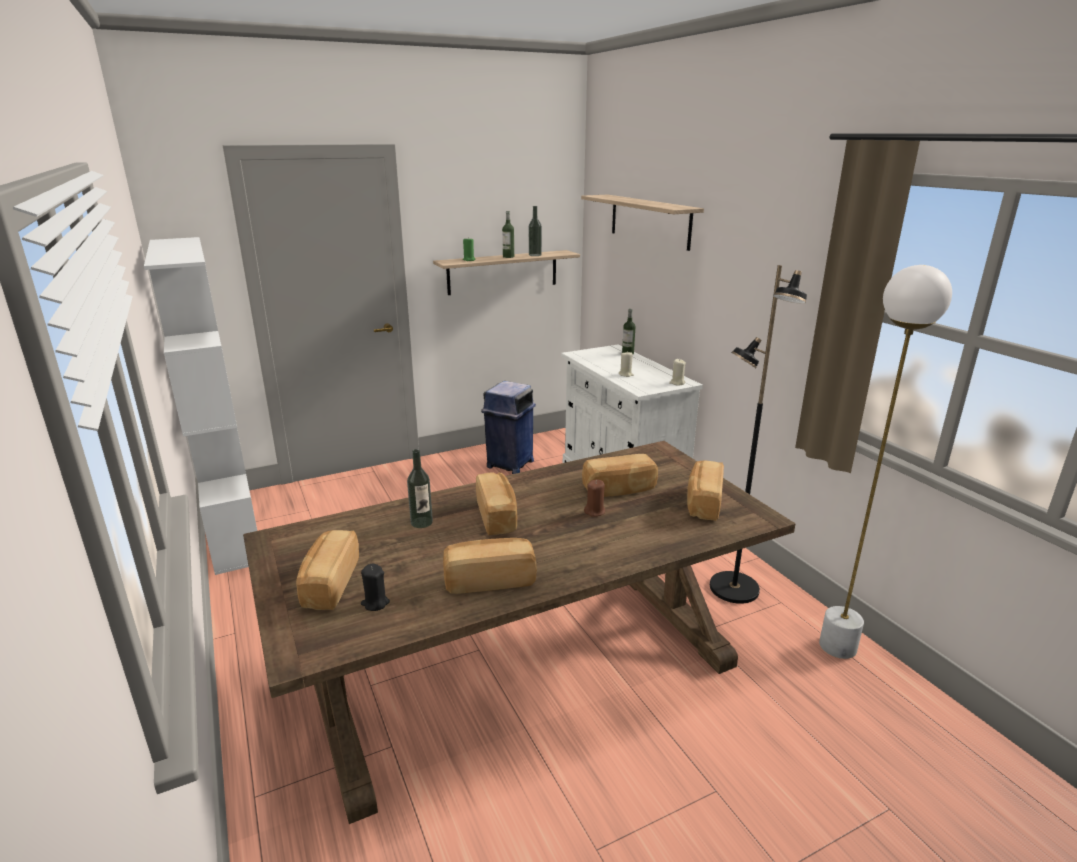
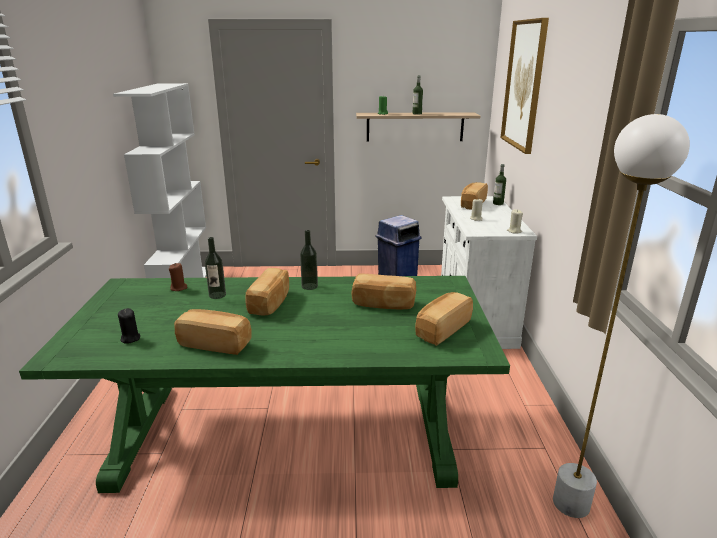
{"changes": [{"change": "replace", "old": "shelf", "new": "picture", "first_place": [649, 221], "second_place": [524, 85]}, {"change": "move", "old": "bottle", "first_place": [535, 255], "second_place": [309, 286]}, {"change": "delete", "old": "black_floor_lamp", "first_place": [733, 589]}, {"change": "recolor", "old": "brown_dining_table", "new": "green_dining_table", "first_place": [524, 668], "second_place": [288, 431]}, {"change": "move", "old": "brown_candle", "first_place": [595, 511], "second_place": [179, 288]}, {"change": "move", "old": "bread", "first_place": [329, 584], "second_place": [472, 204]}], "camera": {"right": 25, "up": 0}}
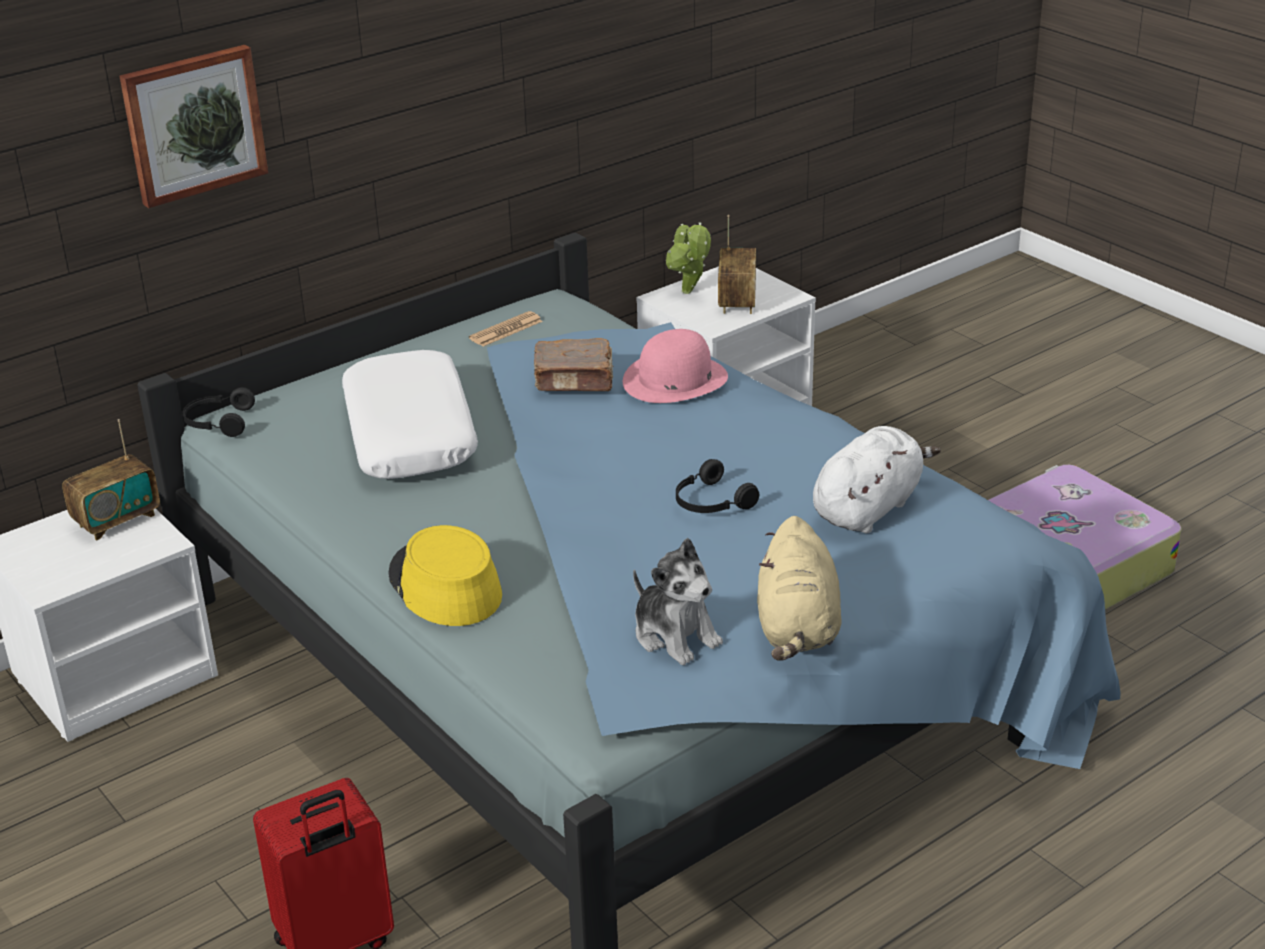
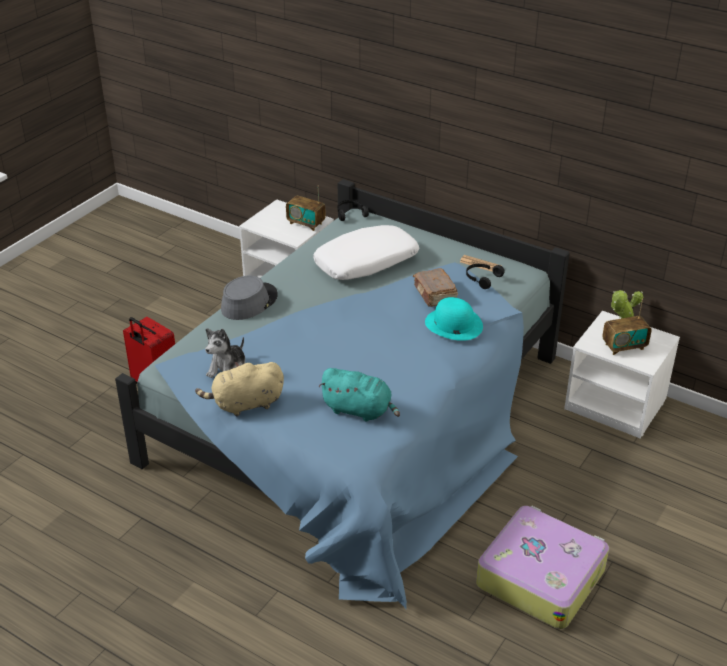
{"changes": [{"change": "delete", "old": "picture", "first_place": [193, 124]}, {"change": "recolor", "old": "pink_hat", "new": "turquoise_hat", "first_place": [675, 379], "second_place": [453, 324]}, {"change": "recolor", "old": "white_plush_toy", "new": "turquoise_plush_toy", "first_place": [868, 508], "second_place": [359, 410]}, {"change": "move", "old": "black_headphones", "first_place": [710, 502], "second_place": [482, 278]}, {"change": "recolor", "old": "yellow_hat", "new": "grey_hat", "first_place": [444, 586], "second_place": [249, 302]}], "camera": {"right": 70, "up": 5}}
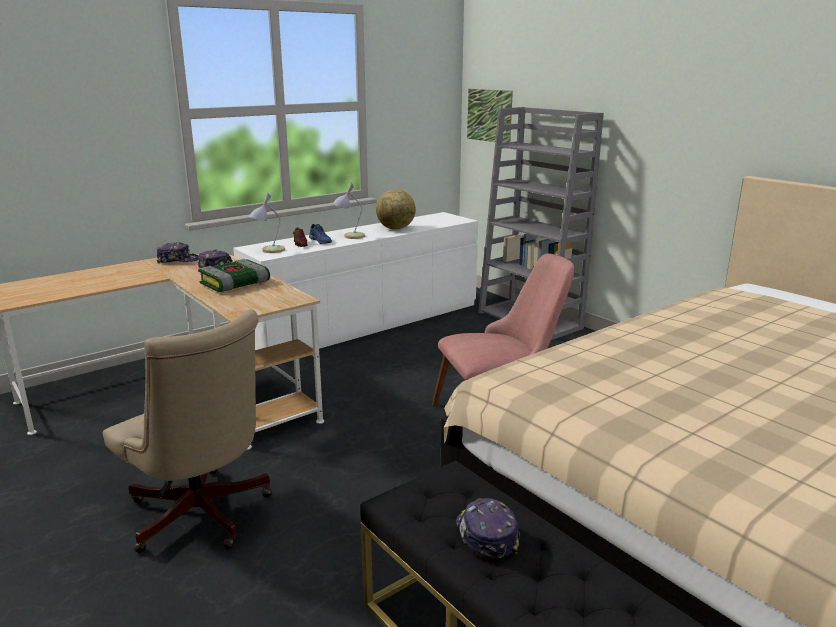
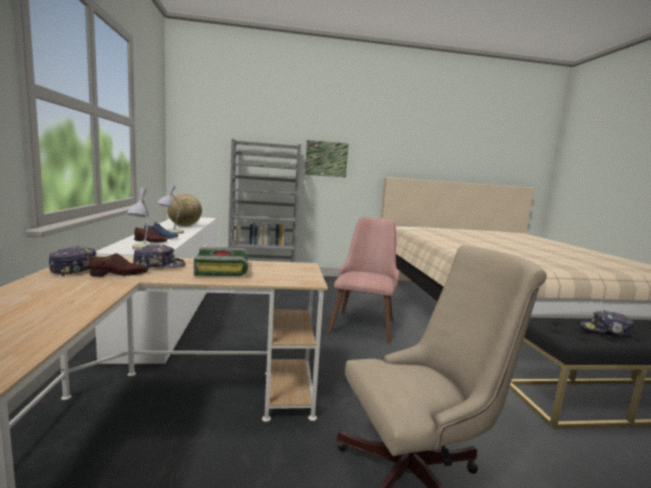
{"changes": [{"change": "move", "old": "picture", "first_place": [489, 115], "second_place": [326, 159]}, {"change": "insert", "new": "brown_shoe", "second_place": [119, 274]}], "camera": {"right": -60, "up": -10}}
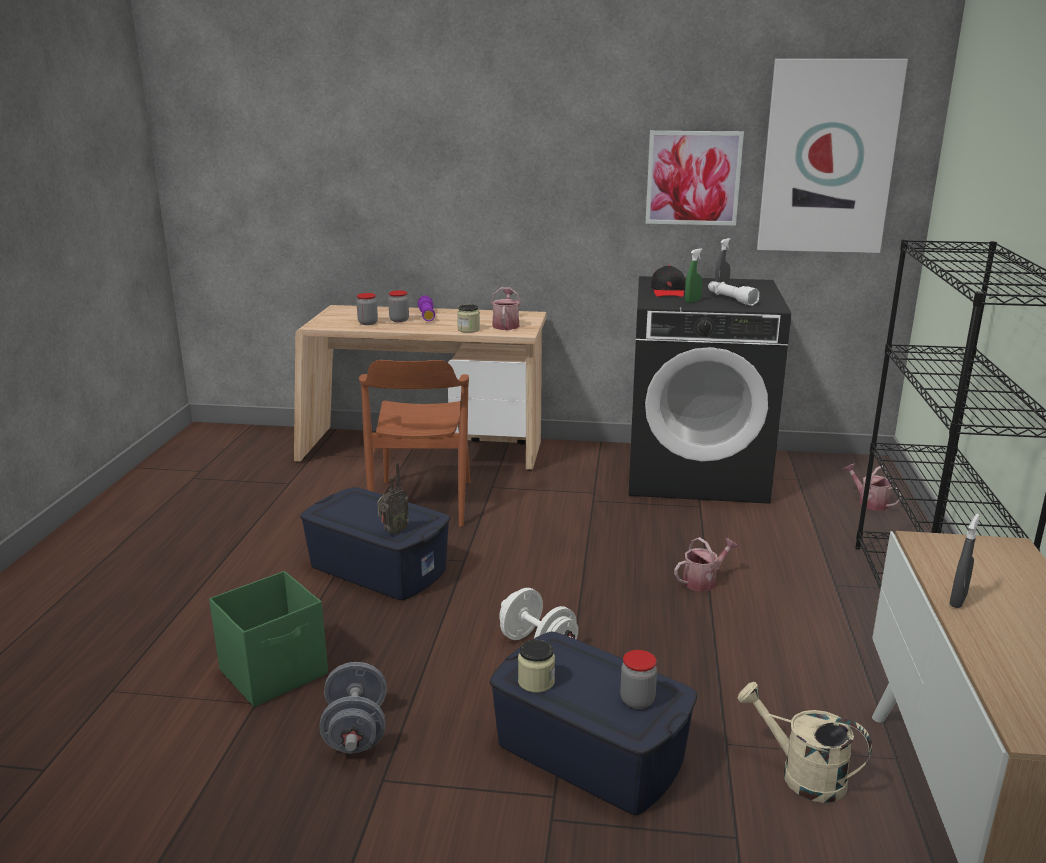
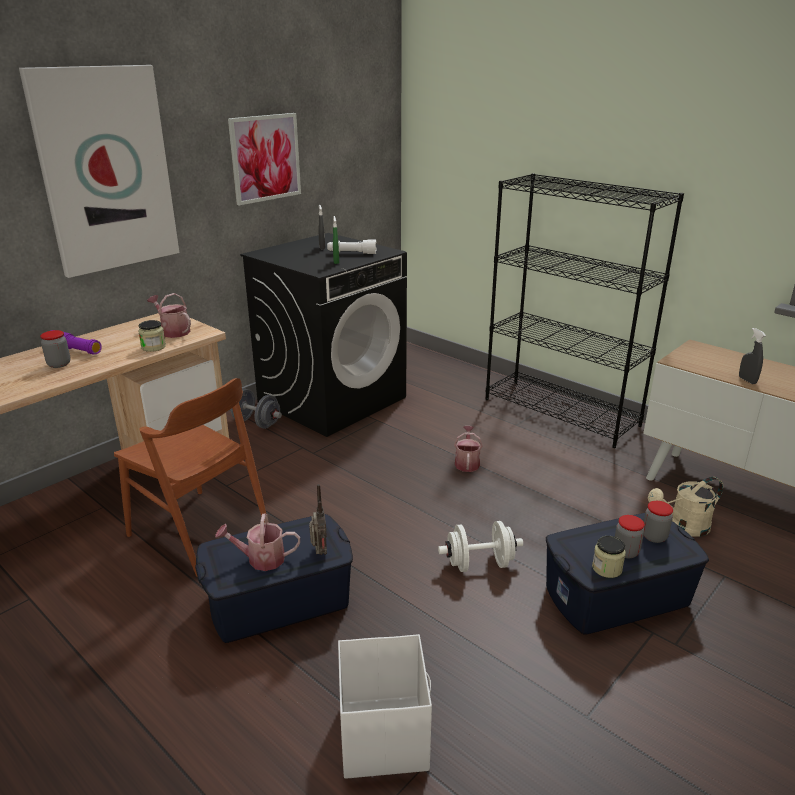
{"changes": [{"change": "move", "old": "picture", "first_place": [828, 158], "second_place": [105, 170]}, {"change": "delete", "old": "black_cap", "first_place": [668, 291]}, {"change": "move", "old": "jar", "first_place": [368, 323], "second_place": [625, 552]}, {"change": "move", "old": "watering_can", "first_place": [869, 502], "second_place": [261, 559]}, {"change": "recolor", "old": "green_storage_box", "new": "white_storage_box", "first_place": [275, 672], "second_place": [384, 734]}, {"change": "move", "old": "grey_dumbbell", "first_place": [356, 731], "second_place": [256, 423]}], "camera": {"right": -55, "up": 5}}
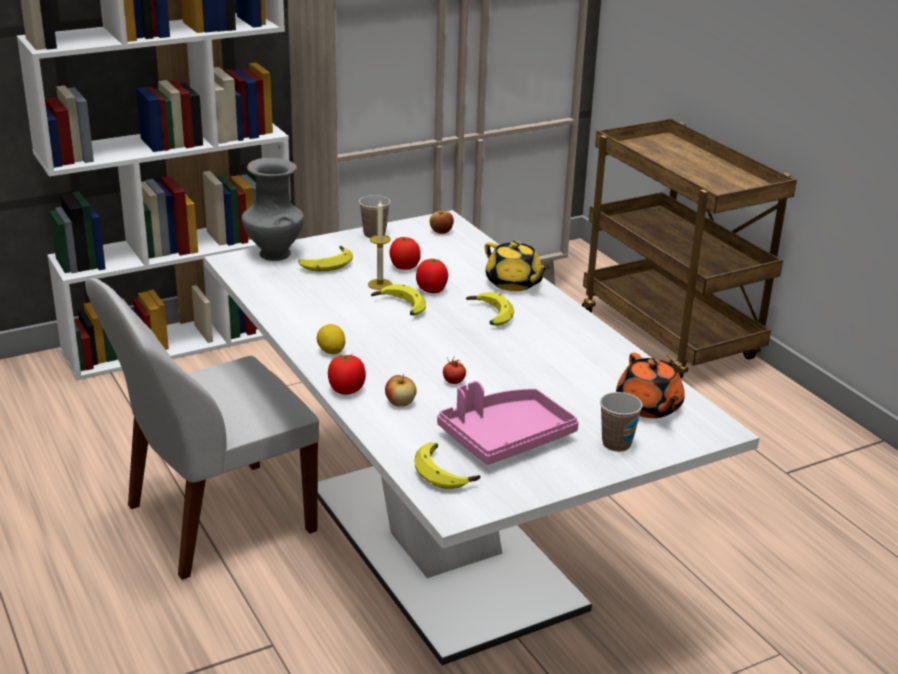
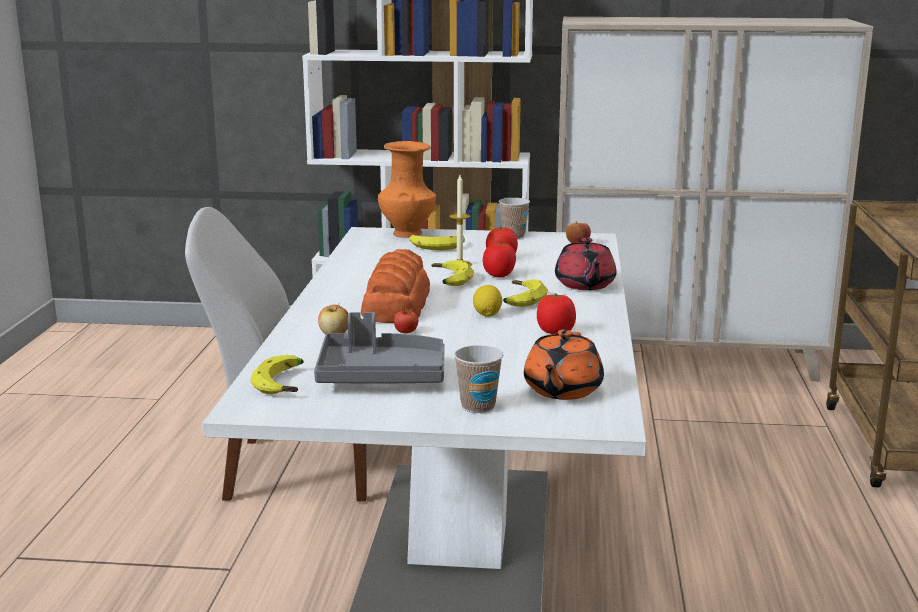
{"changes": [{"change": "recolor", "old": "grey_vase", "new": "orange_vase", "first_place": [273, 254], "second_place": [407, 233]}, {"change": "recolor", "old": "yellow_teapot", "new": "red_teapot", "first_place": [514, 283], "second_place": [585, 285]}, {"change": "move", "old": "lemon", "first_place": [331, 351], "second_place": [487, 315]}, {"change": "move", "old": "tomato", "first_place": [347, 390], "second_place": [555, 332]}, {"change": "recolor", "old": "pink_tray", "new": "grey_tray", "first_place": [505, 437], "second_place": [381, 376]}, {"change": "insert", "new": "bread", "second_place": [396, 304]}], "camera": {"right": 35, "up": -10}}
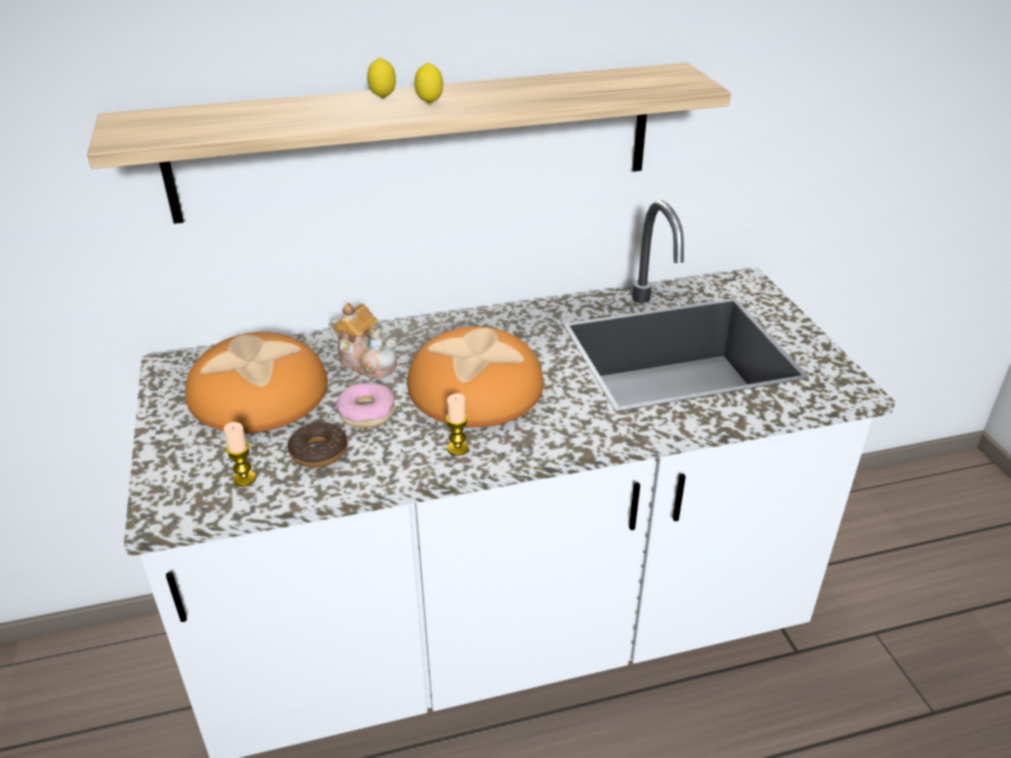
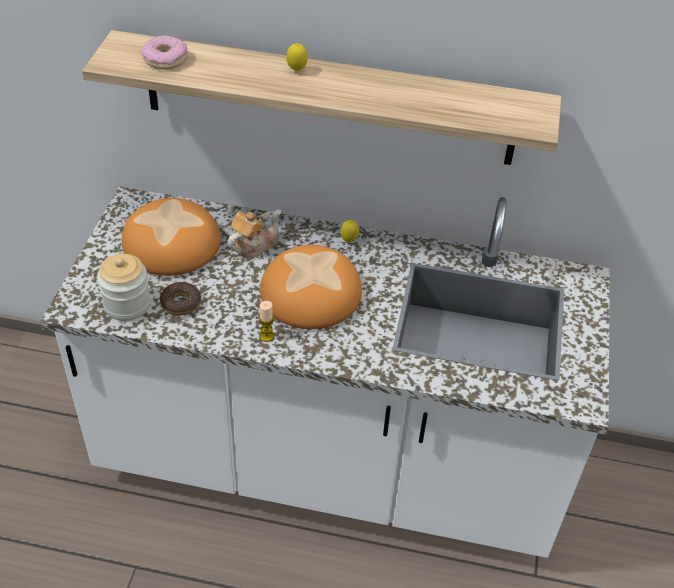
{"changes": [{"change": "move", "old": "lemon", "first_place": [429, 104], "second_place": [349, 241]}, {"change": "rotate", "old": "teapot", "first_place": [367, 362], "second_place": [254, 244], "degrees": -105}, {"change": "move", "old": "donut", "first_place": [367, 413], "second_place": [165, 59]}, {"change": "replace", "old": "candle", "new": "jar", "first_place": [244, 478], "second_place": [127, 304]}], "camera": {"right": 25, "up": 10}}
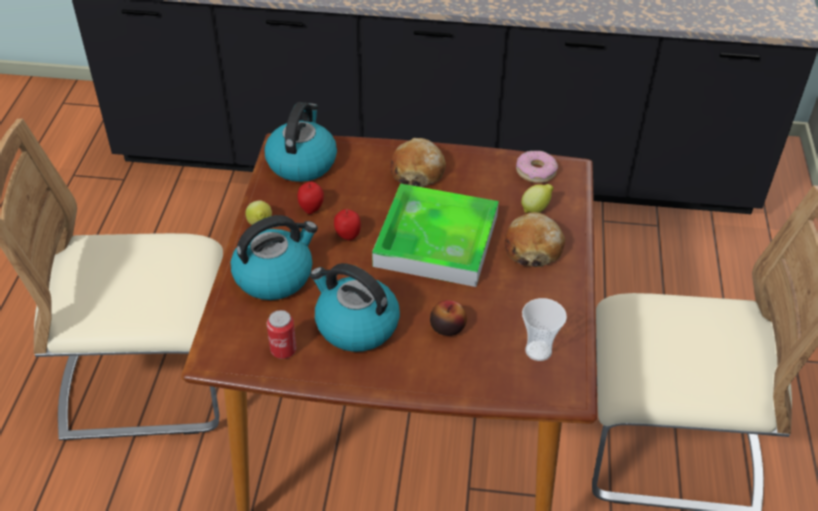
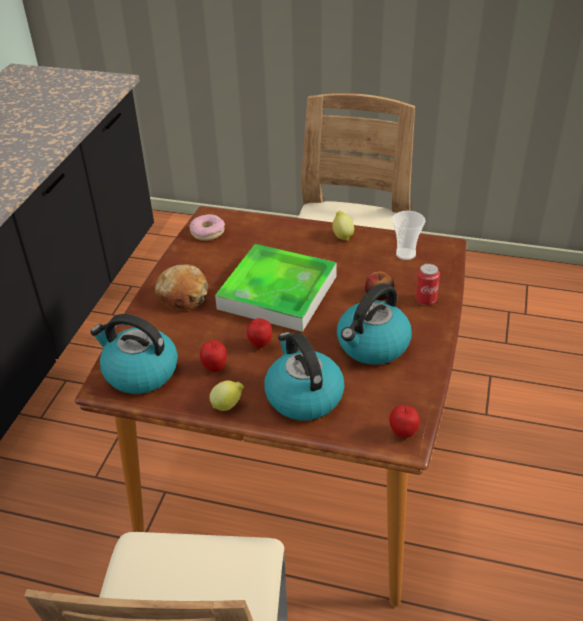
{"changes": [{"change": "move", "old": "lemon", "first_place": [536, 209], "second_place": [342, 235]}, {"change": "delete", "old": "bread", "first_place": [533, 248]}, {"change": "move", "old": "can", "first_place": [283, 350], "second_place": [425, 300]}, {"change": "insert", "new": "apple", "second_place": [403, 433]}], "camera": {"right": -80, "up": -5}}
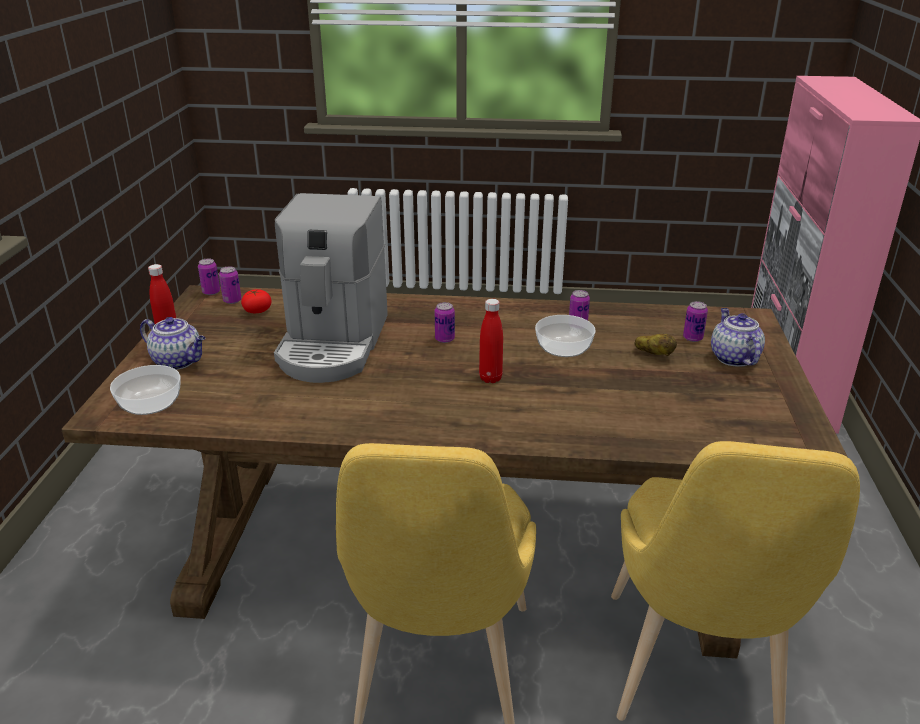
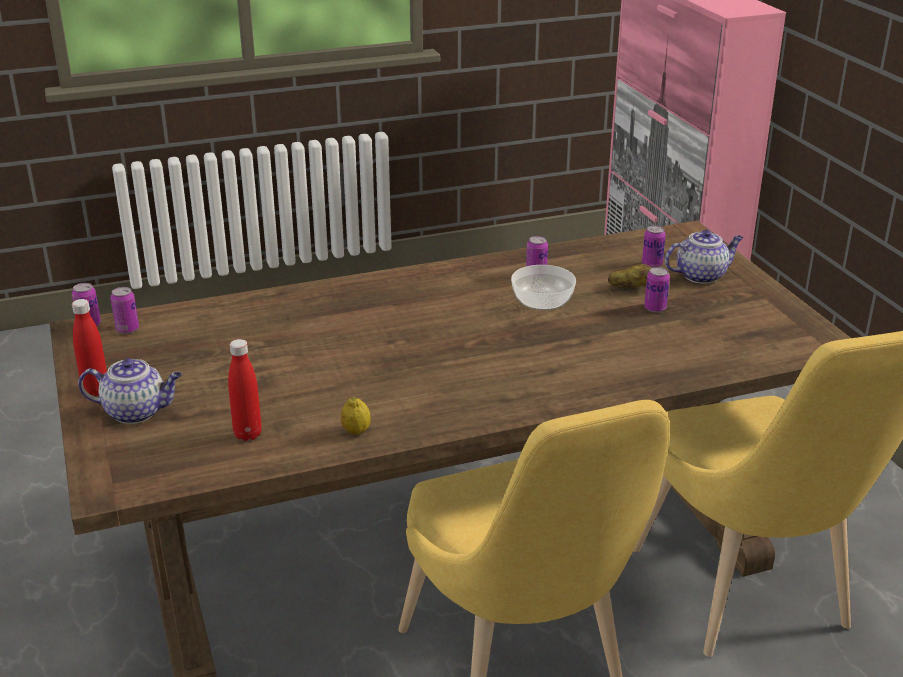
{"changes": [{"change": "delete", "old": "coffee_machine", "first_place": [333, 344]}, {"change": "delete", "old": "tomato", "first_place": [257, 311]}, {"change": "move", "old": "red_bottle", "first_place": [490, 378], "second_place": [248, 434]}, {"change": "move", "old": "can", "first_place": [444, 339], "second_place": [655, 308]}, {"change": "rotate", "old": "teapot", "first_place": [733, 358], "second_place": [701, 275], "degrees": 105}, {"change": "delete", "old": "bowl", "first_place": [151, 404]}, {"change": "insert", "new": "lemon", "second_place": [356, 431]}], "camera": {"right": -25, "up": 0}}
